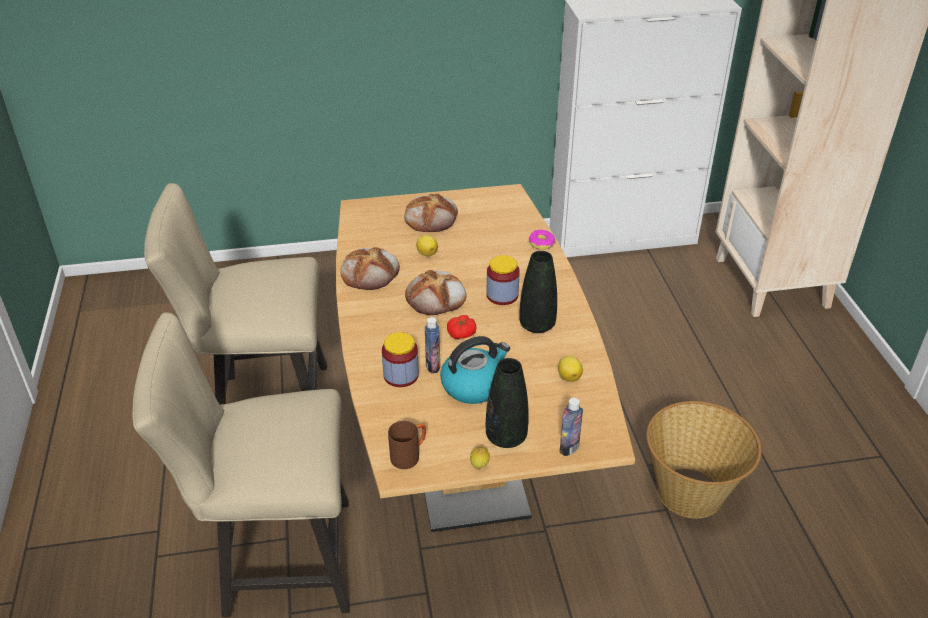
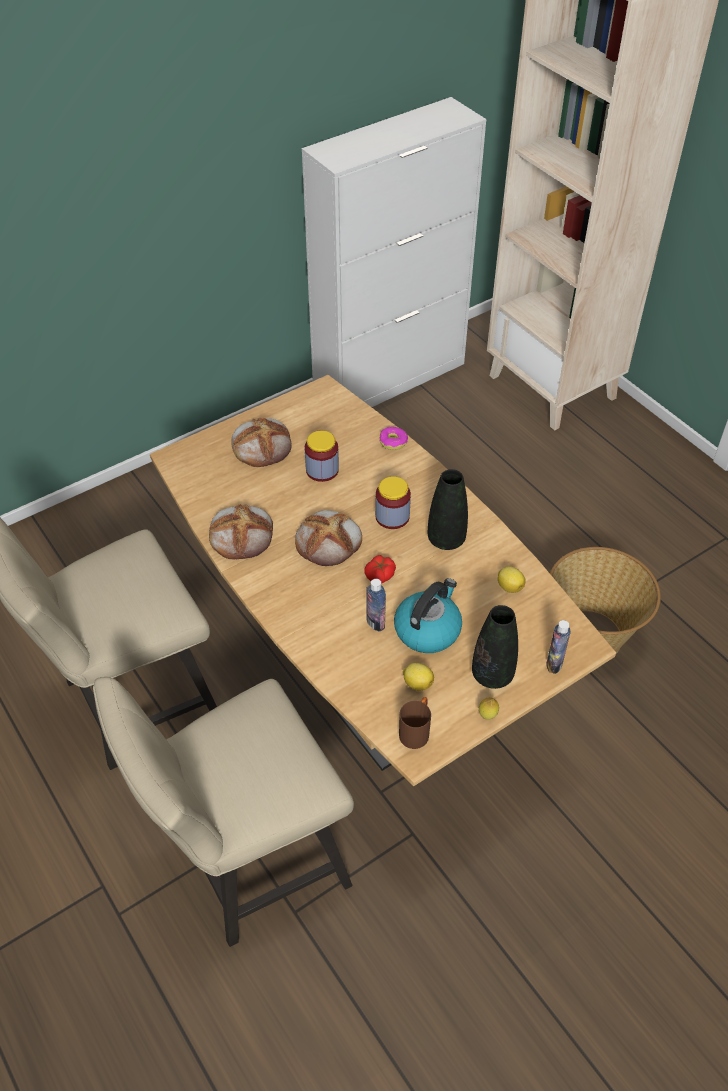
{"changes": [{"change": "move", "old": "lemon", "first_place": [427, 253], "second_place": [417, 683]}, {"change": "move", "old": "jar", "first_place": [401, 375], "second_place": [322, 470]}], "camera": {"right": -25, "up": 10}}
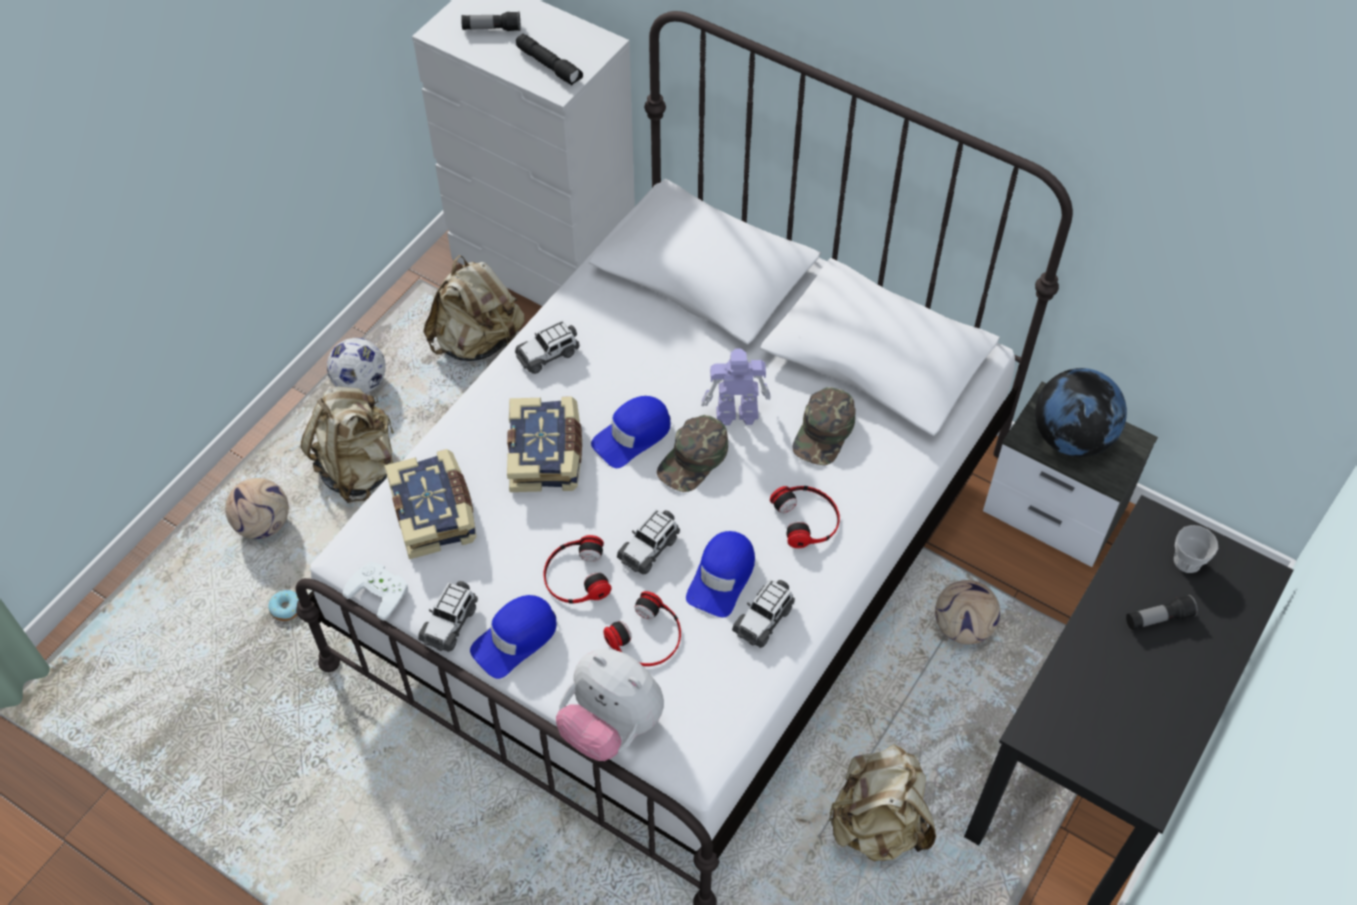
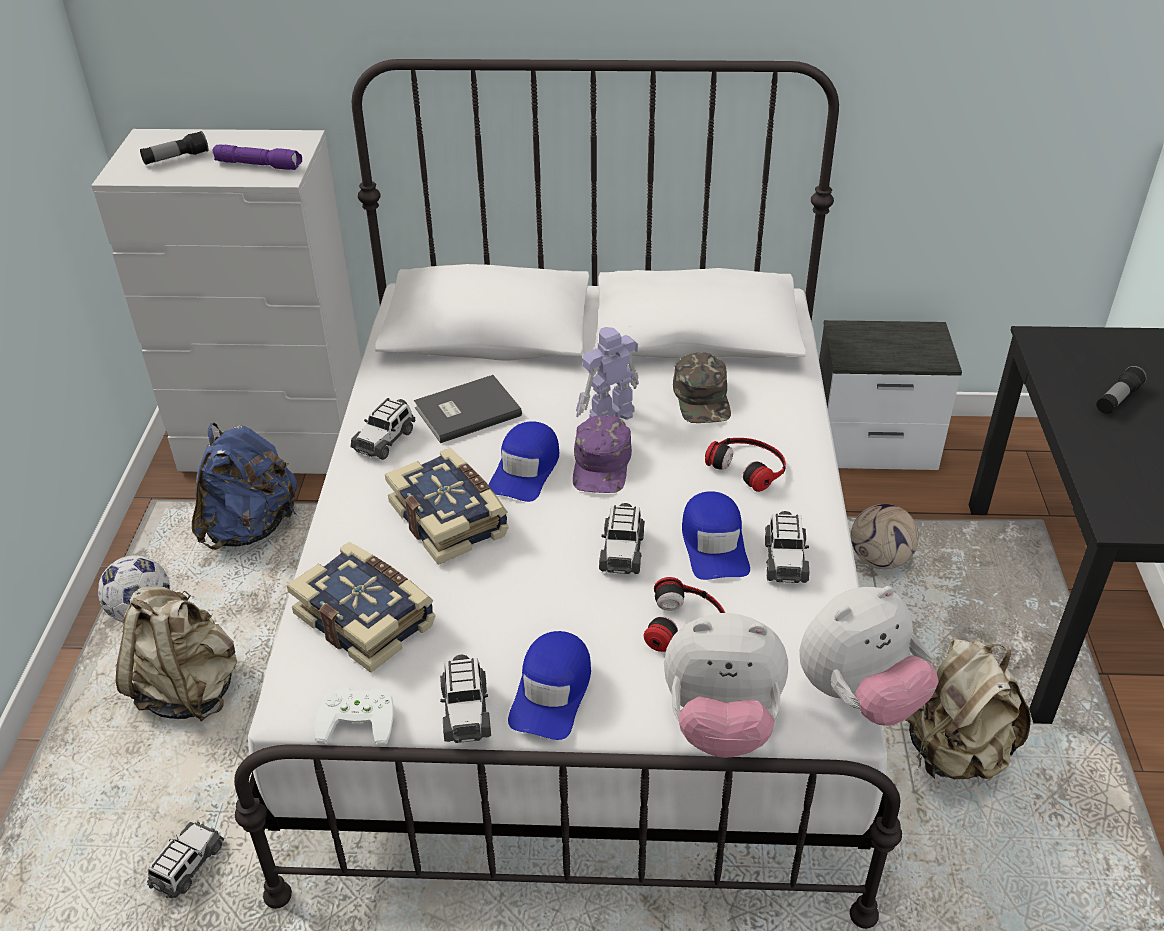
{"changes": [{"change": "recolor", "old": "black_flashlight", "new": "purple_flashlight", "first_place": [550, 65], "second_place": [259, 165]}, {"change": "recolor", "old": "beige_backpack", "new": "blue_backpack", "first_place": [478, 341], "second_place": [250, 527]}, {"change": "delete", "old": "globe", "first_place": [1071, 438]}, {"change": "recolor", "old": "green_cap", "new": "purple_cap", "first_place": [694, 459], "second_place": [602, 464]}, {"change": "delete", "old": "football", "first_place": [263, 523]}, {"change": "delete", "old": "cup", "first_place": [1187, 561]}, {"change": "delete", "old": "headphones", "first_place": [576, 576]}, {"change": "replace", "old": "donut", "new": "toy_car", "first_place": [286, 608], "second_place": [187, 866]}, {"change": "insert", "new": "grey_book", "second_place": [465, 411]}, {"change": "insert", "new": "plush_toy", "second_place": [859, 696]}], "camera": {"right": -30, "up": -15}}
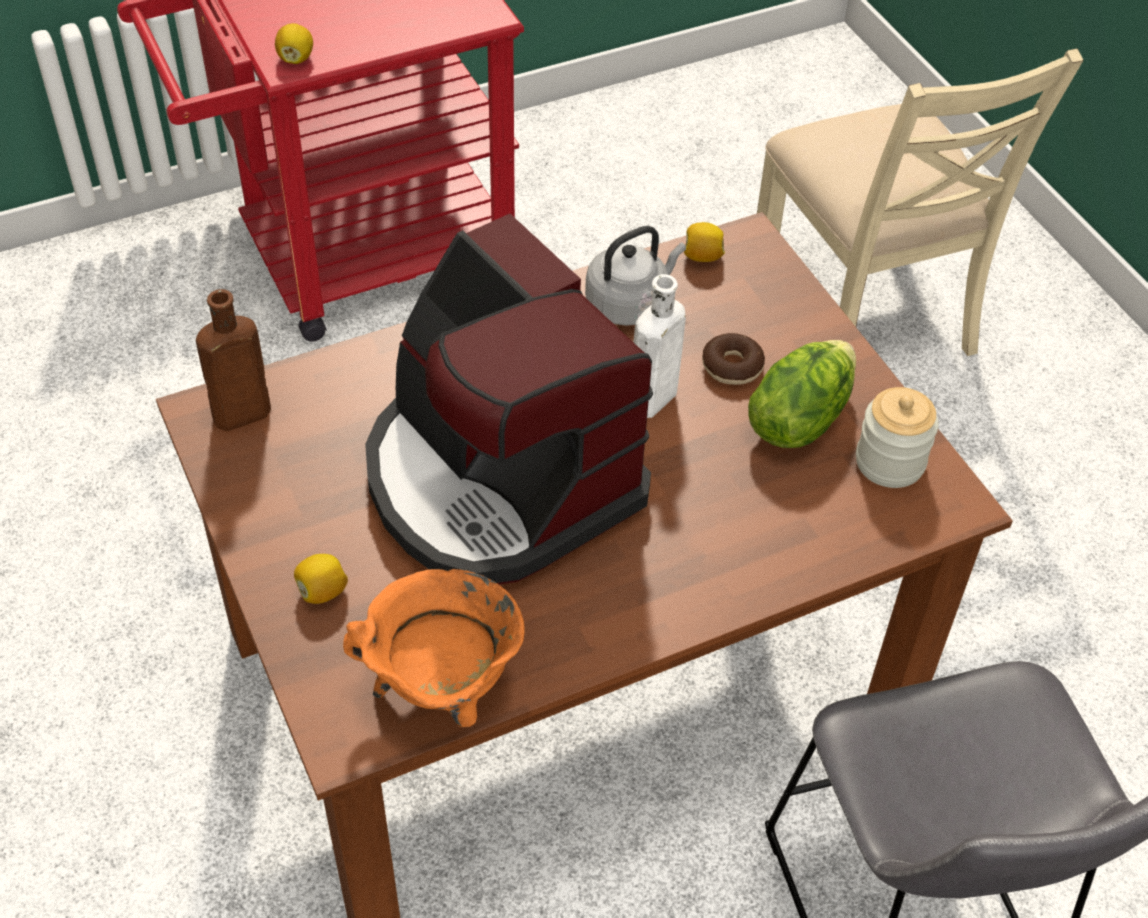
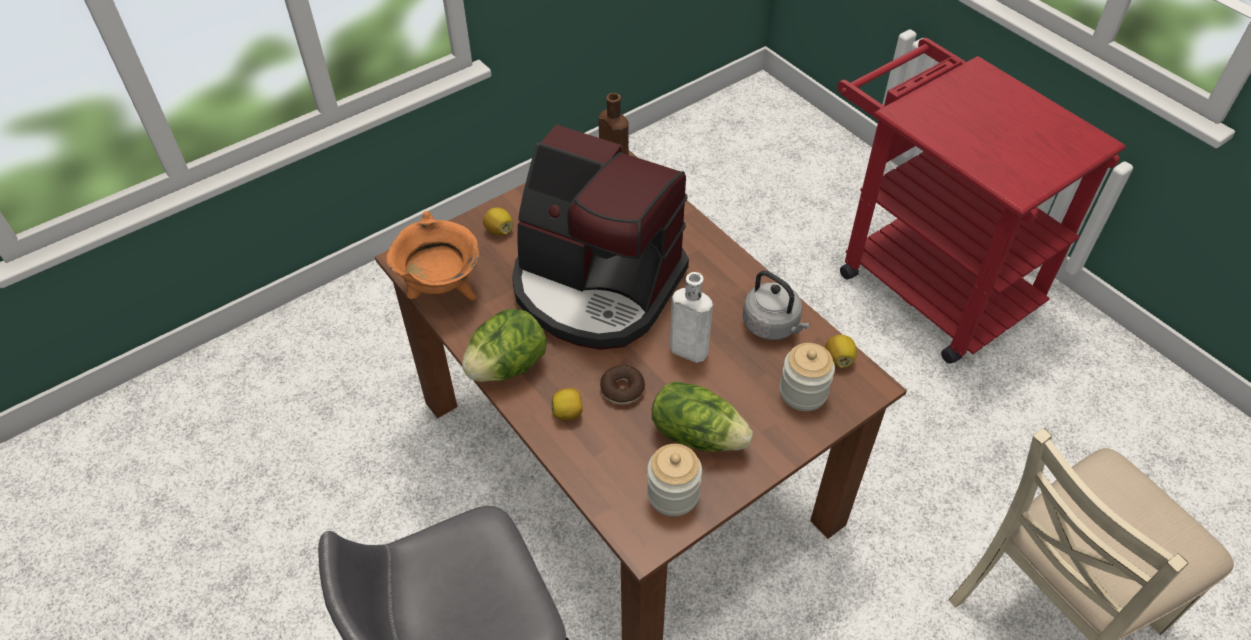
{"changes": [{"change": "move", "old": "lemon", "first_place": [296, 58], "second_place": [568, 413]}, {"change": "rotate", "old": "coffee_machine", "first_place": [498, 481], "second_place": [596, 287], "degrees": -105}, {"change": "move", "old": "donut", "first_place": [732, 366], "second_place": [622, 389]}, {"change": "insert", "new": "lettuce", "second_place": [508, 366]}, {"change": "insert", "new": "jar", "second_place": [803, 392]}], "camera": {"right": 80, "up": 0}}
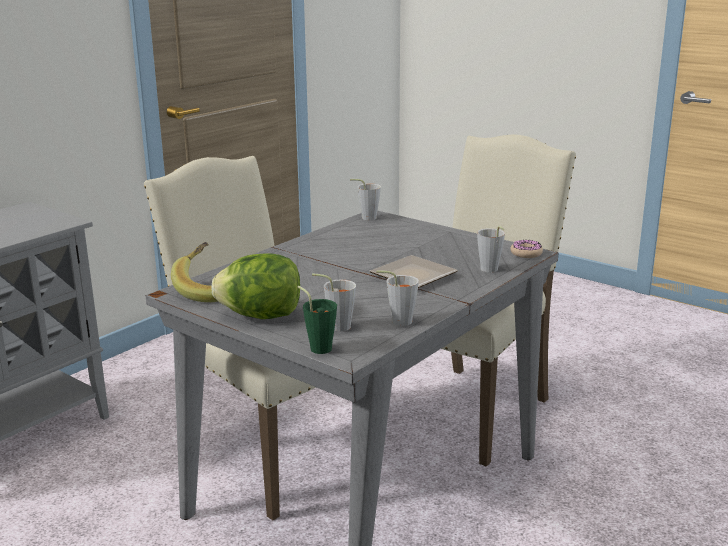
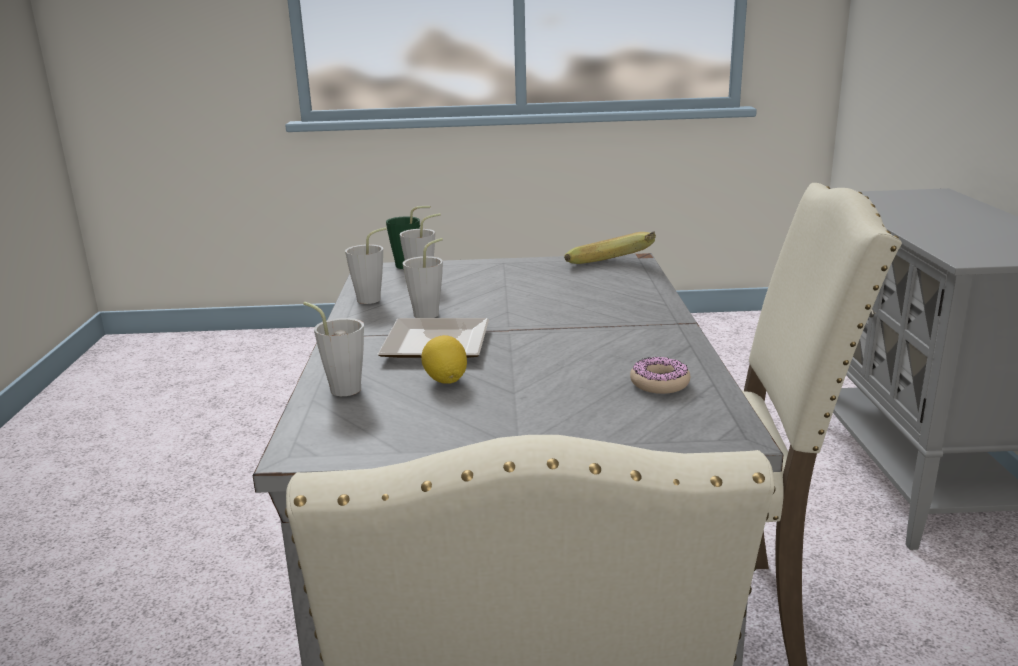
{"changes": [{"change": "move", "old": "grey_cup", "first_place": [365, 218], "second_place": [431, 313]}, {"change": "move", "old": "donut", "first_place": [526, 253], "second_place": [659, 383]}, {"change": "delete", "old": "lettuce", "first_place": [261, 316]}, {"change": "insert", "new": "lemon", "second_place": [445, 380]}], "camera": {"right": 140, "up": 0}}
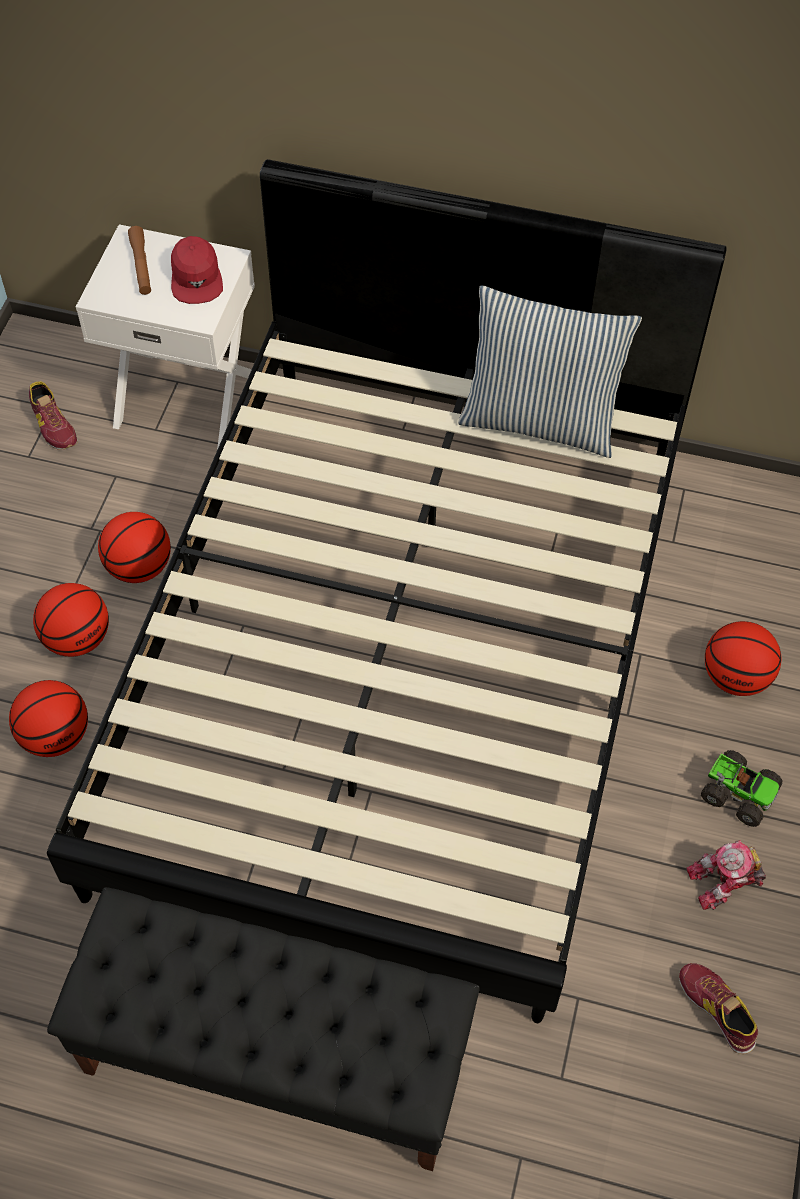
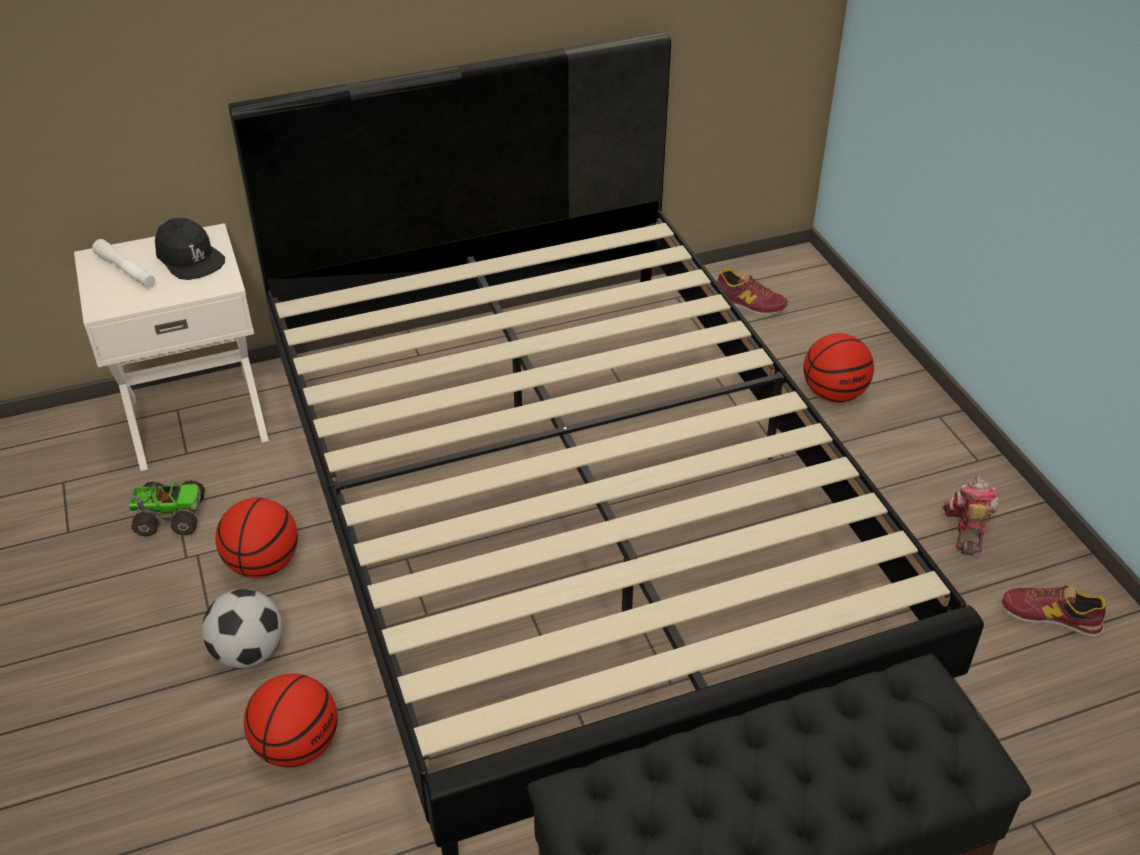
{"changes": [{"change": "recolor", "old": "brown_flashlight", "new": "white_flashlight", "first_place": [141, 266], "second_place": [126, 270]}, {"change": "recolor", "old": "red_cap", "new": "black_cap", "first_place": [196, 277], "second_place": [190, 258]}, {"change": "delete", "old": "pillow", "first_place": [540, 421]}, {"change": "move", "old": "shoe", "first_place": [53, 424], "second_place": [748, 303]}, {"change": "replace", "old": "basketball", "new": "football", "first_place": [77, 638], "second_place": [249, 652]}, {"change": "move", "old": "toy_truck", "first_place": [738, 792], "second_place": [170, 516]}, {"change": "rotate", "old": "toy_robot", "first_place": [725, 882], "second_place": [966, 528], "degrees": 150}], "camera": {"right": -35, "up": -15}}
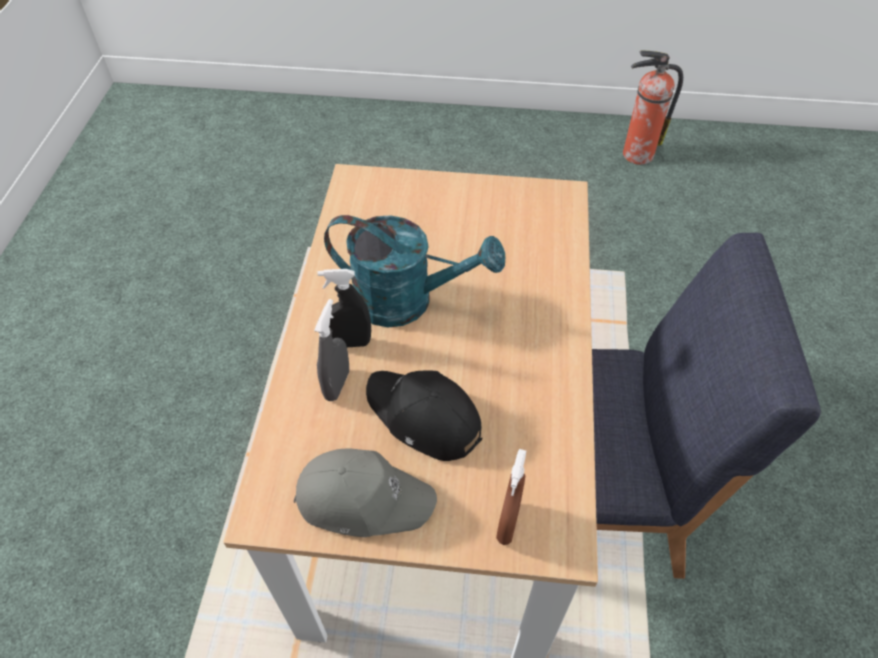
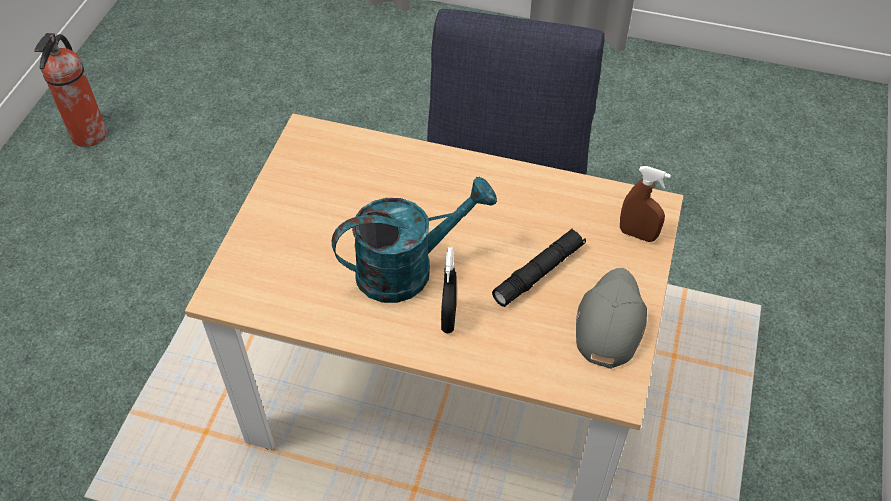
{"changes": [{"change": "rotate", "old": "turquoise_watering_can", "first_place": [407, 301], "second_place": [408, 268], "degrees": 45}, {"change": "delete", "old": "grey_spray_bottle", "first_place": [337, 385]}, {"change": "replace", "old": "black_cap", "new": "black_flashlight", "first_place": [423, 417], "second_place": [539, 272]}], "camera": {"right": -80, "up": 0}}
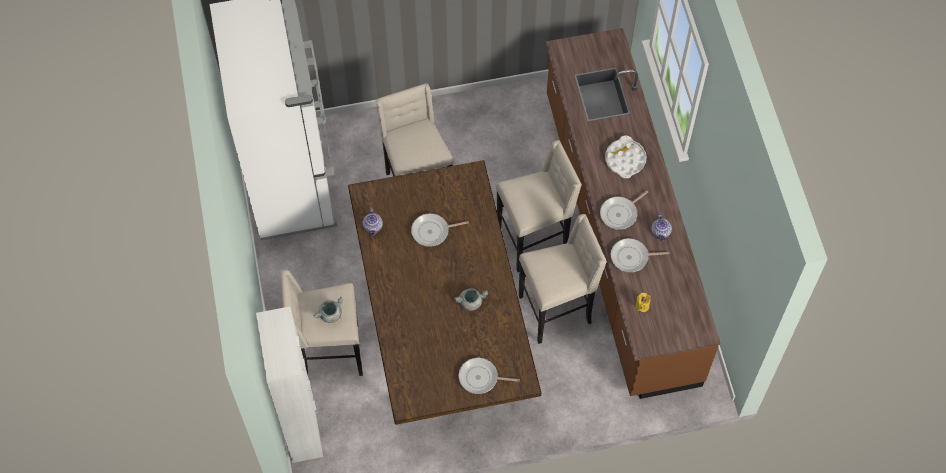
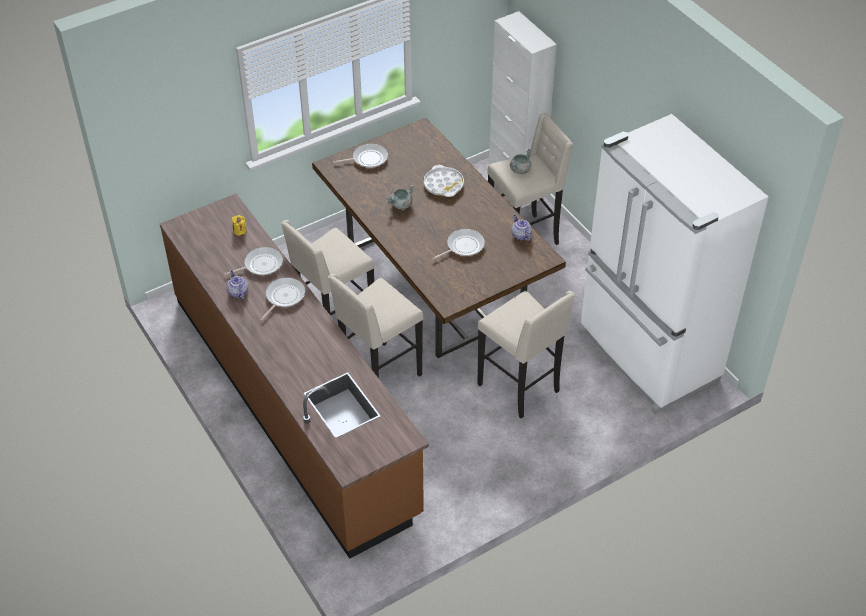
{"changes": [{"change": "move", "old": "white_tray", "first_place": [625, 159], "second_place": [443, 185]}], "camera": {"right": 160, "up": -15}}
